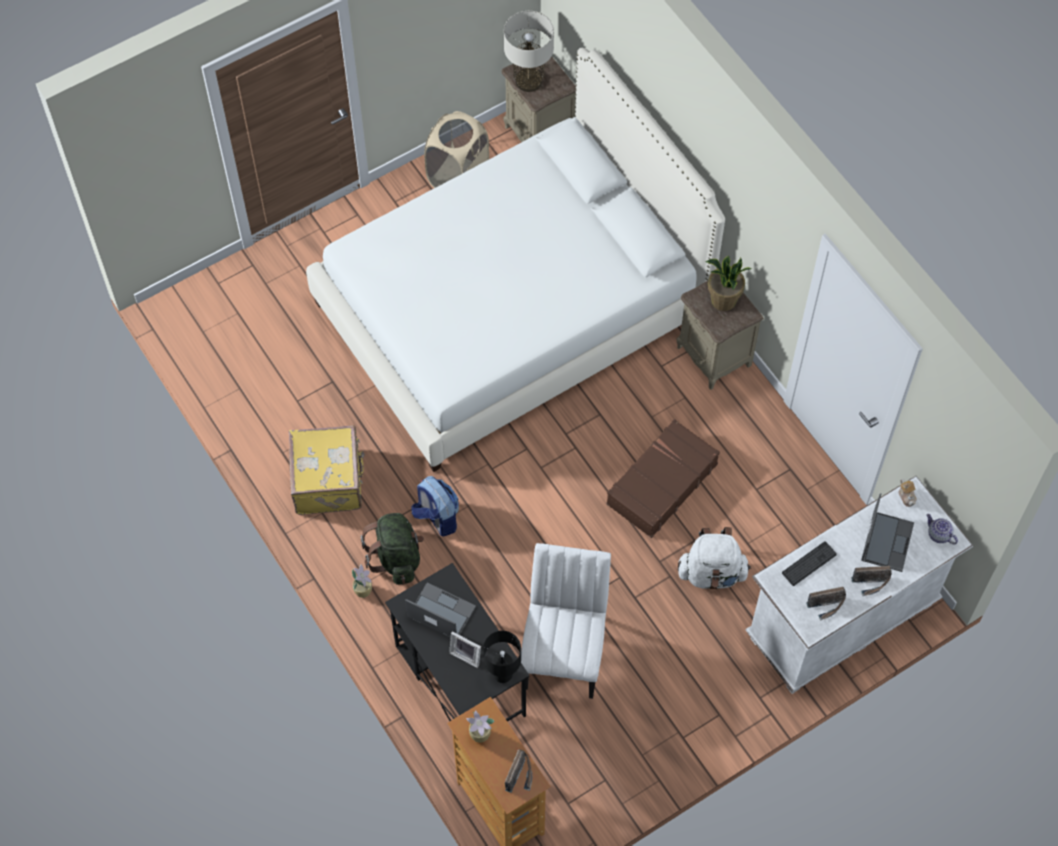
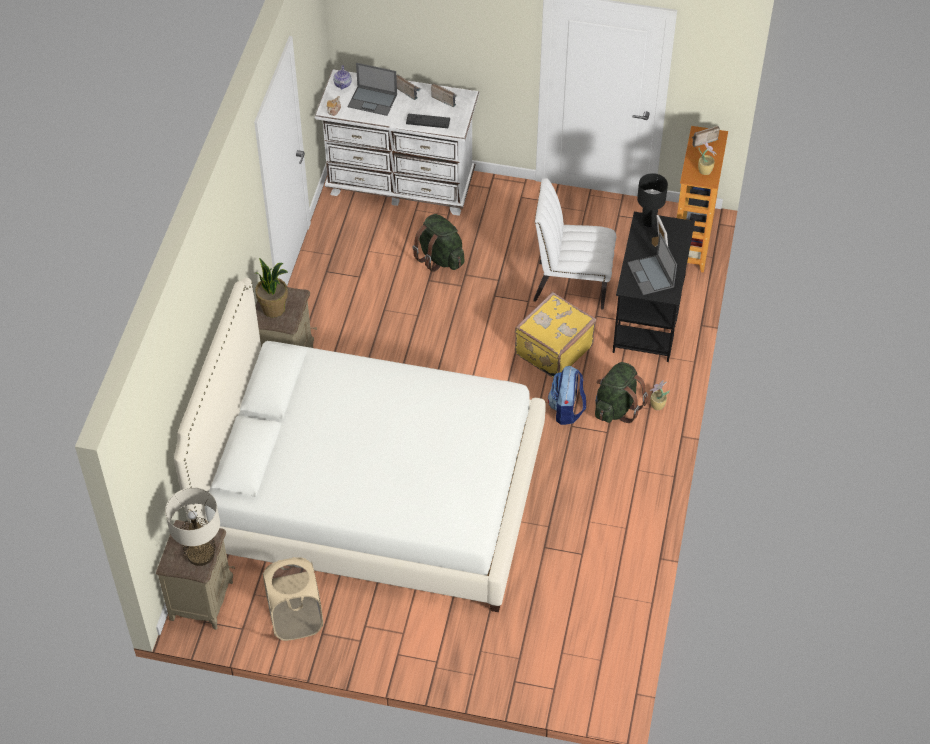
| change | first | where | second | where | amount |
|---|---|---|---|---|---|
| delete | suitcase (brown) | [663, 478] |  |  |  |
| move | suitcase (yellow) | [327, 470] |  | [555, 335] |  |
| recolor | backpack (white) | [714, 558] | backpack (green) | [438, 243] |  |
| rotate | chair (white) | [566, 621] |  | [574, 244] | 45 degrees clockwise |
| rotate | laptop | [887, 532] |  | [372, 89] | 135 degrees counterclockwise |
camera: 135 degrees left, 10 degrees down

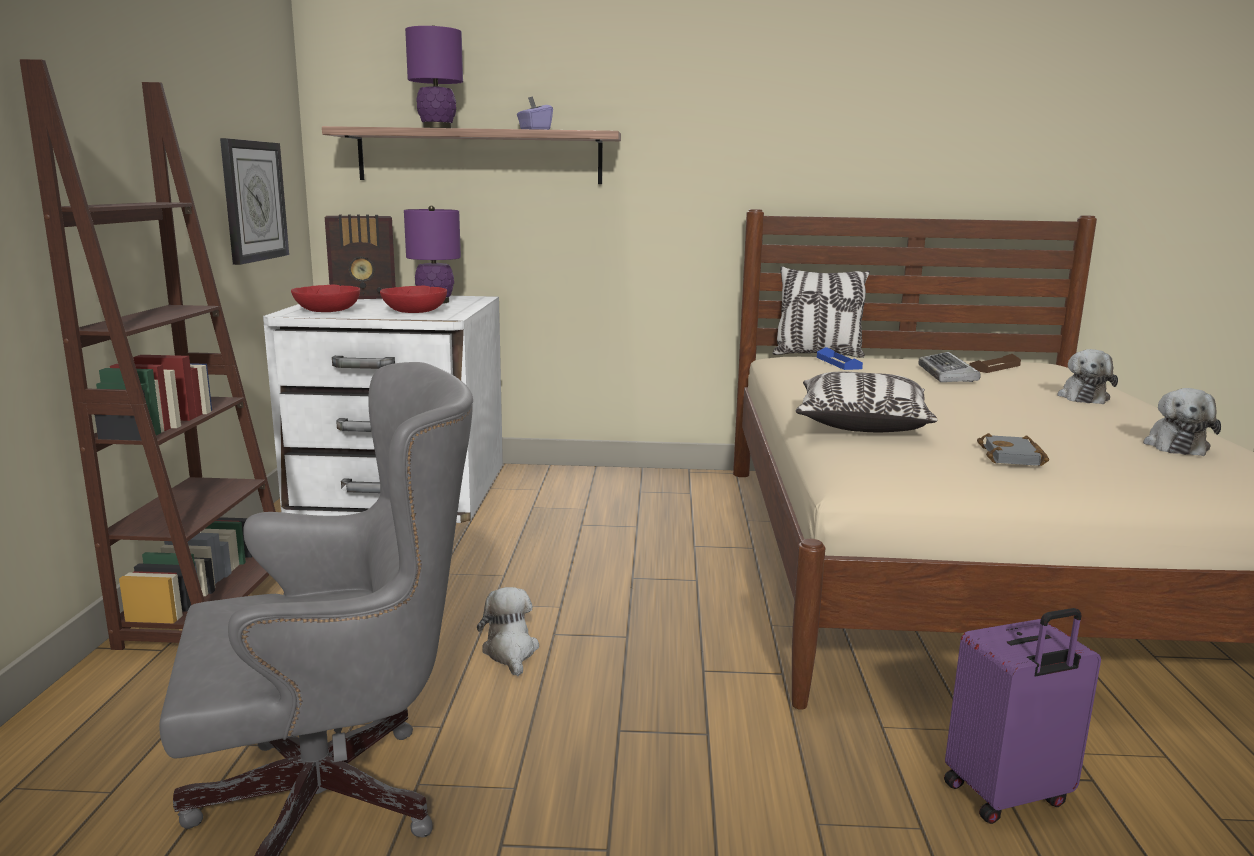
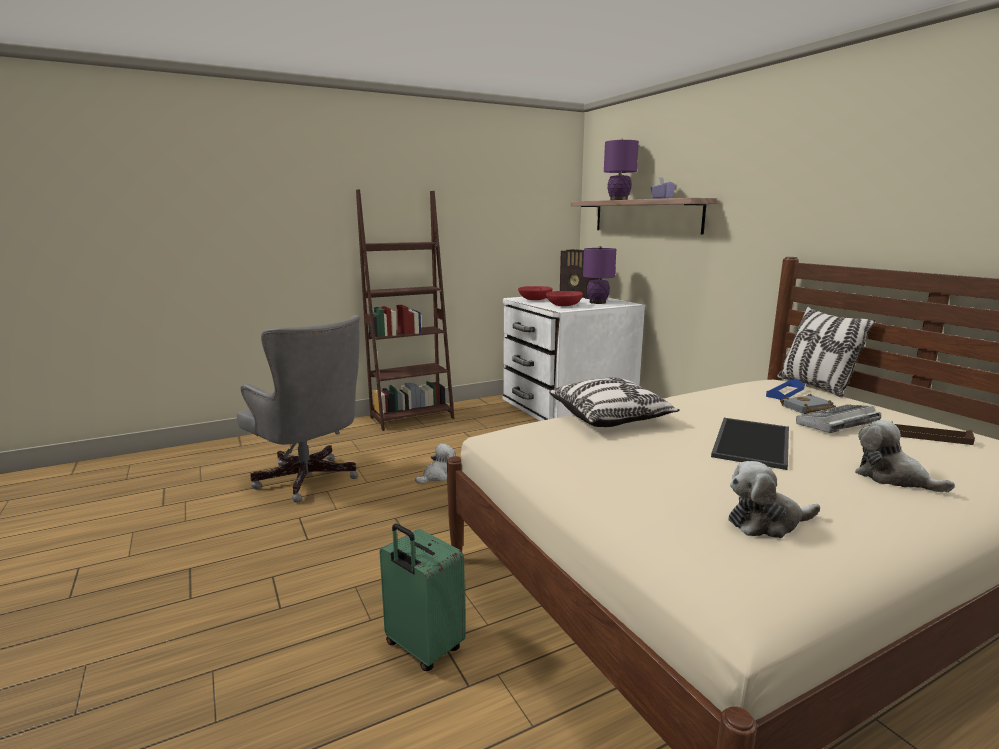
| change | first | where | second | where | amount |
|---|---|---|---|---|---|
| delete | wall clock | [254, 201] |  |  |  |
| insert |  |  | tray | [750, 444] |  |
| move | book (grey) | [1013, 449] |  | [808, 404] |  |
| recolor | suitcase (purple) | [1022, 716] | suitcase (green) | [422, 597] |  |
| rotate | plush toy | [1087, 376] |  | [905, 456] | 60 degrees clockwise |
camera: 60 degrees right, 0 degrees up

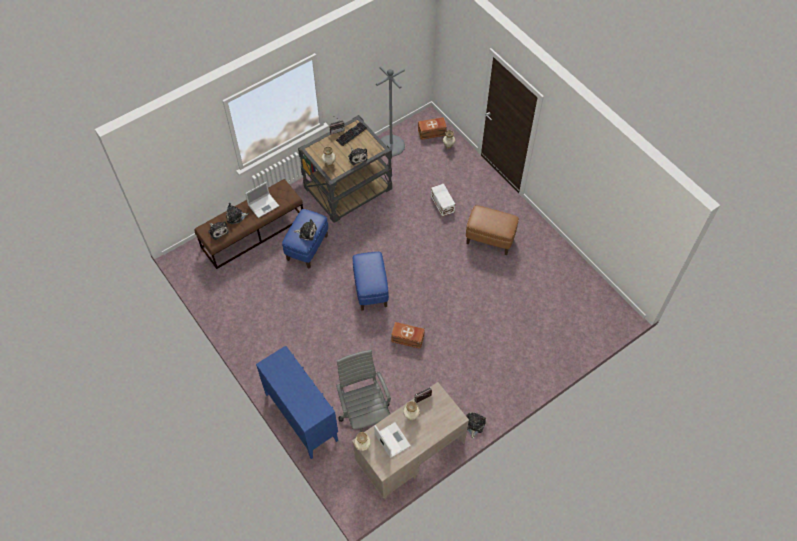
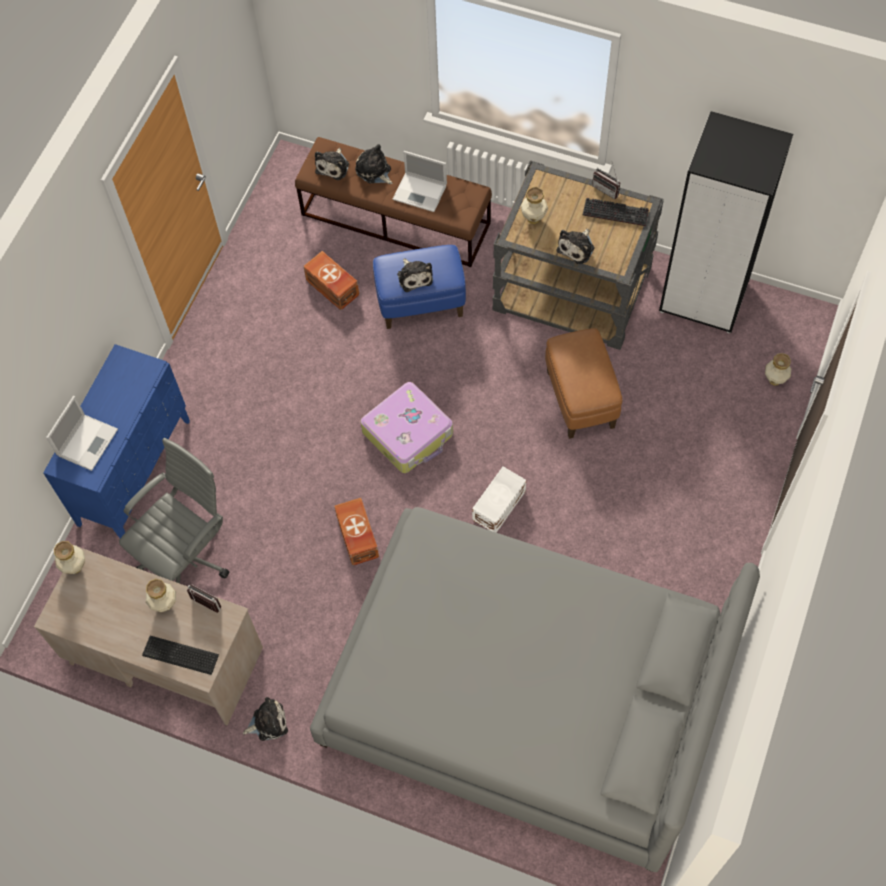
| change | first | where | second | where | amount |
|---|---|---|---|---|---|
| insert |  |  | keyboard | [180, 655] |  |
| insert |  |  | bed (grey) | [535, 689] |  |
| move | laptop | [392, 440] |  | [82, 433] |  |
| move | storage box (brown) | [432, 128] |  | [331, 280] |  |
| move | storage box (white) | [443, 200] |  | [499, 500] |  |
| move | ottoman (brown) | [492, 230] |  | [583, 383] |  |
| replace | ottoman (blue) | [371, 281] | suitcase | [406, 427] |  |
| replace | clothes rack (grey) | [390, 111] | wardrobe | [726, 222] |  |
camera: 60 degrees right, 5 degrees up

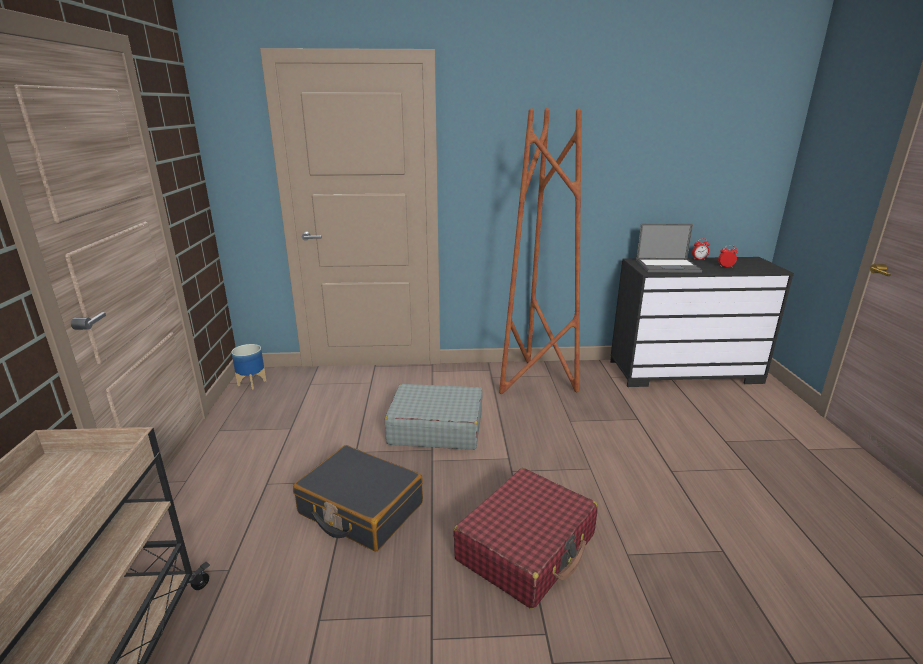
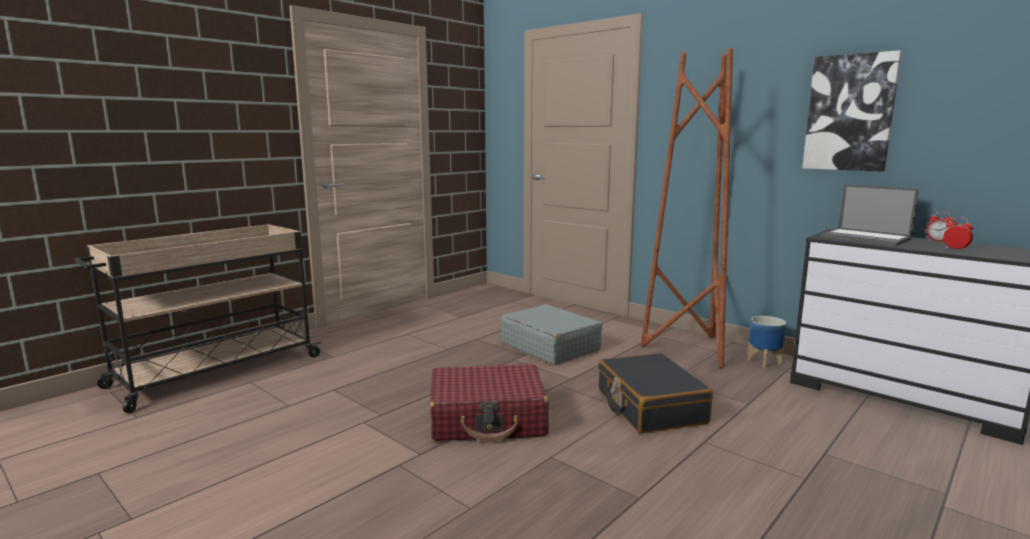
| change | first | where | second | where | amount |
|---|---|---|---|---|---|
| insert |  |  | picture | [852, 111] |  |
| move | planter | [248, 367] |  | [766, 342] |  |
| move | suitcase (black) | [358, 498] |  | [655, 393] |  |
camera: 45 degrees right, 10 degrees down

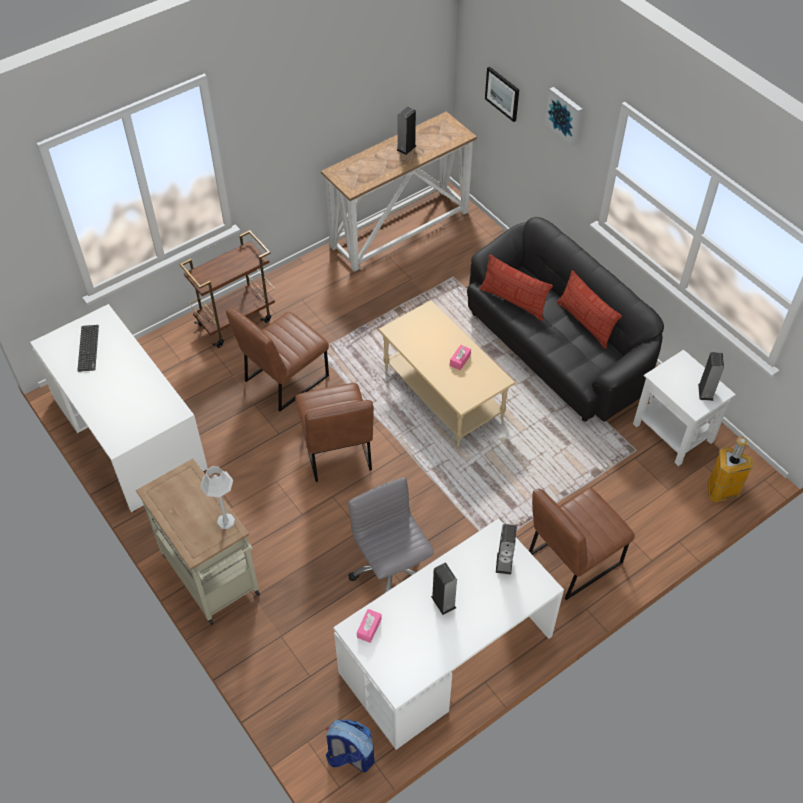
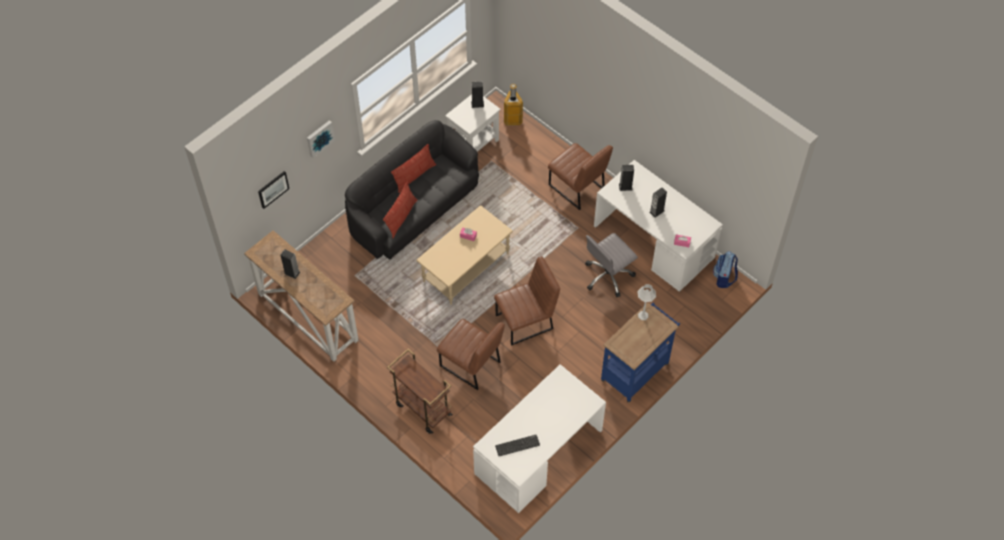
| change | first | where | second | where | amount |
|---|---|---|---|---|---|
| recolor | cart (beige) | [198, 541] | cart (blue) | [640, 353] |  |
camera: 100 degrees left, 5 degrees up

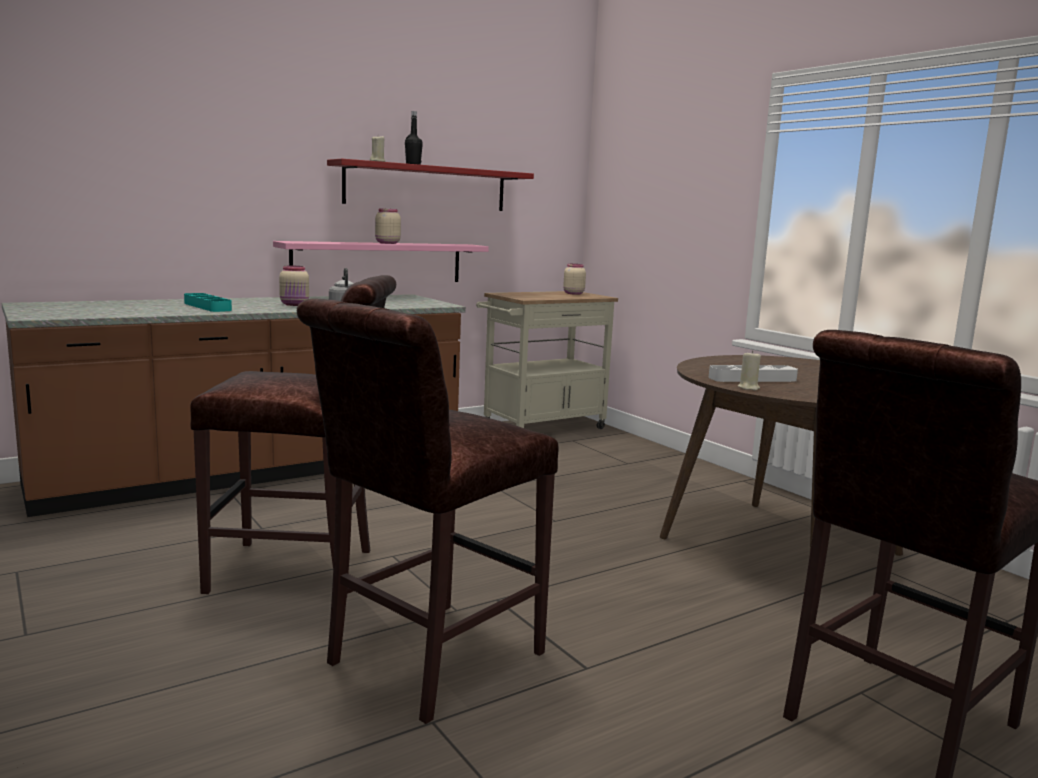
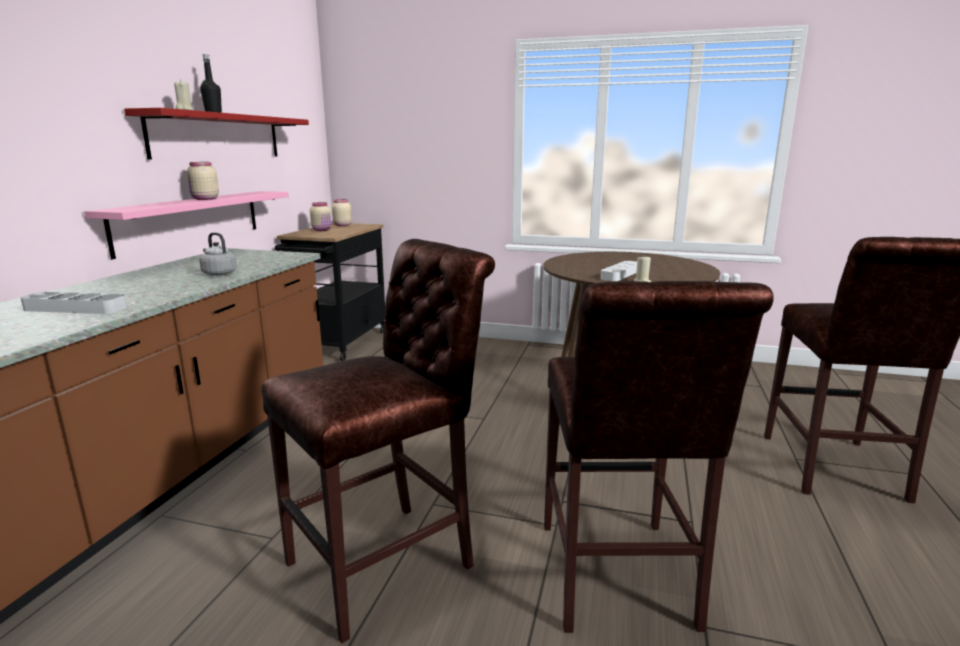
| change | first | where | second | where | amount |
|---|---|---|---|---|---|
| move | jar (beige) | [294, 286] |  | [320, 216] |  |
| recolor | tray (turquoise) | [208, 302] | tray (grey) | [73, 303] |  |
| recolor | cart (beige) | [547, 360] | cart (black) | [330, 292] |  |
camera: 40 degrees left, 5 degrees up

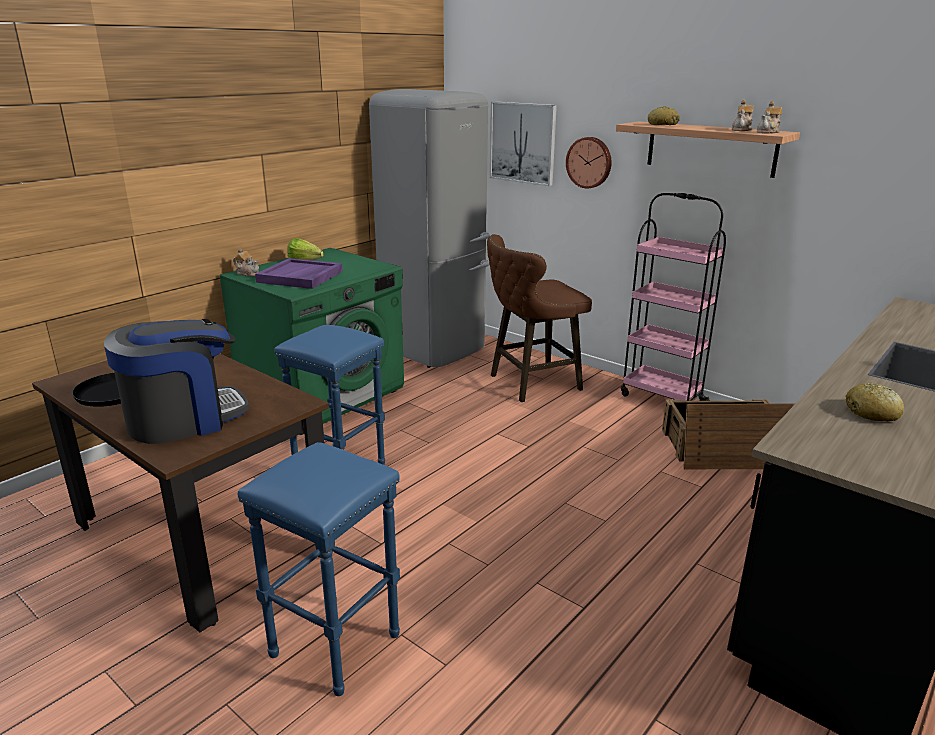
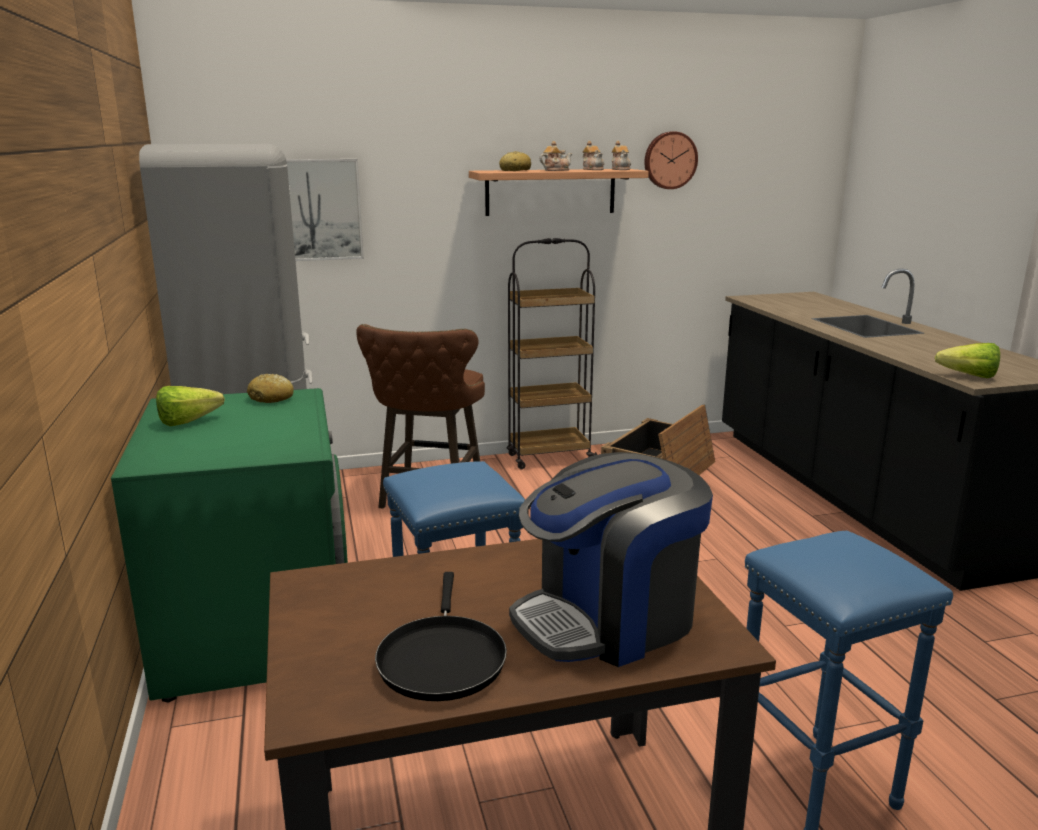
| change | first | where | second | where | amount |
|---|---|---|---|---|---|
| delete | tray (purple) | [299, 273] |  |  |  |
| insert |  |  | lettuce | [967, 360] |  |
| move | teapot | [246, 262] |  | [556, 156] |  |
| move | wall clock | [588, 163] |  | [671, 160] |  |
| move | bread | [875, 402] |  | [270, 388] |  |
| recolor | cart (pink) | [673, 297] | cart (brown) | [552, 353] |  |
| rotate | coffee machine | [176, 381] |  | [611, 559] | 120 degrees counterclockwise |
camera: 55 degrees left, 5 degrees down

